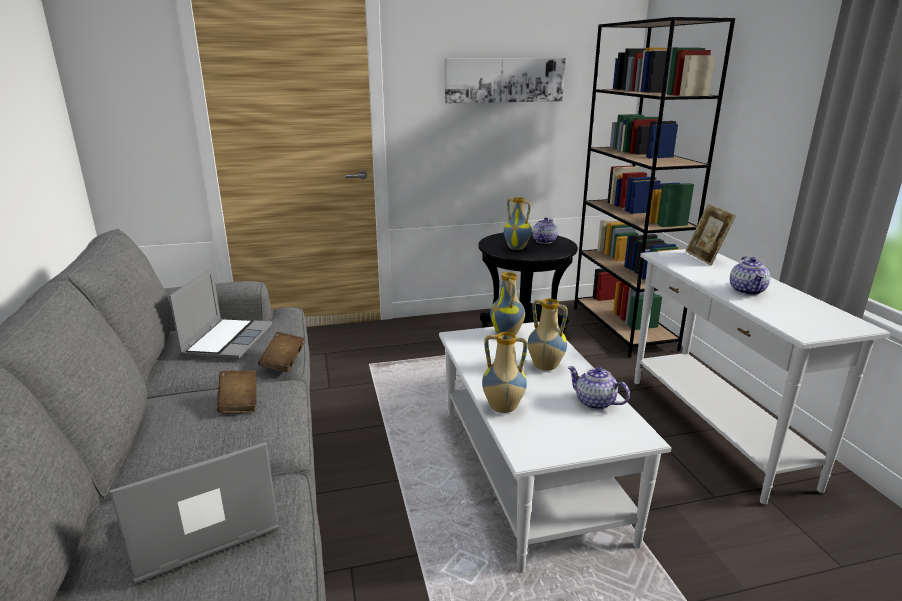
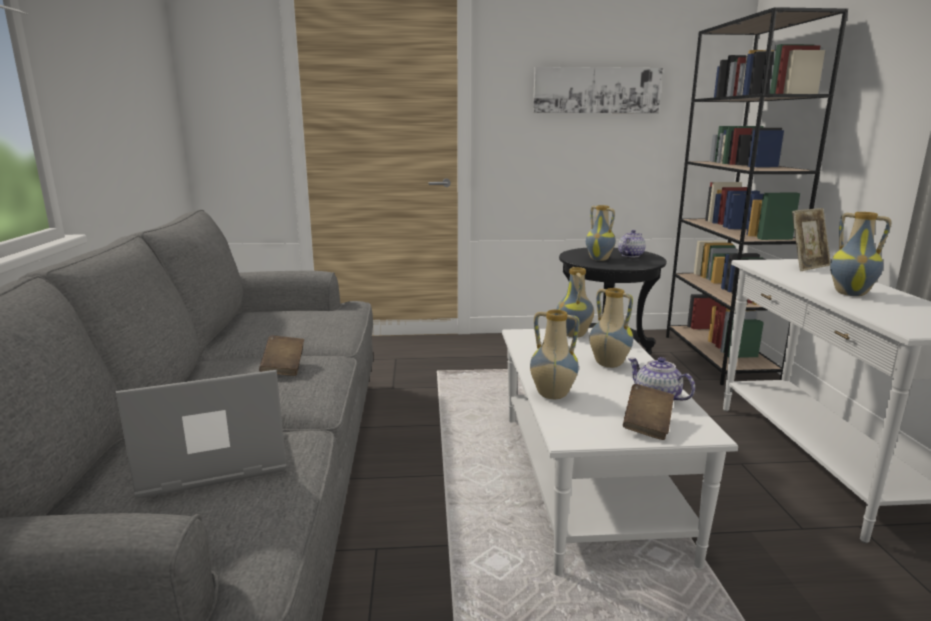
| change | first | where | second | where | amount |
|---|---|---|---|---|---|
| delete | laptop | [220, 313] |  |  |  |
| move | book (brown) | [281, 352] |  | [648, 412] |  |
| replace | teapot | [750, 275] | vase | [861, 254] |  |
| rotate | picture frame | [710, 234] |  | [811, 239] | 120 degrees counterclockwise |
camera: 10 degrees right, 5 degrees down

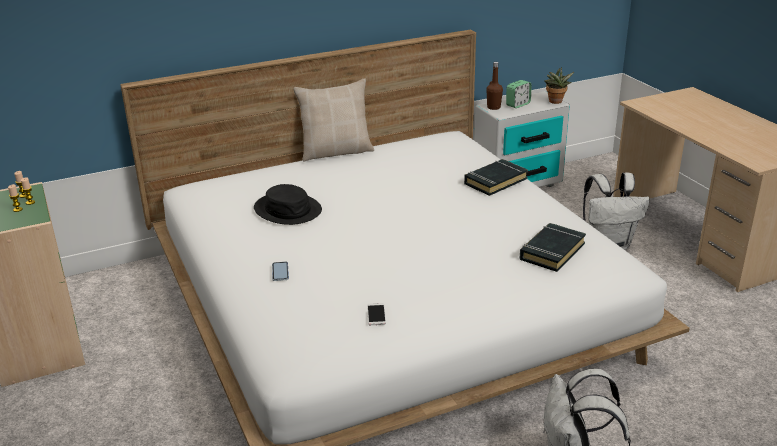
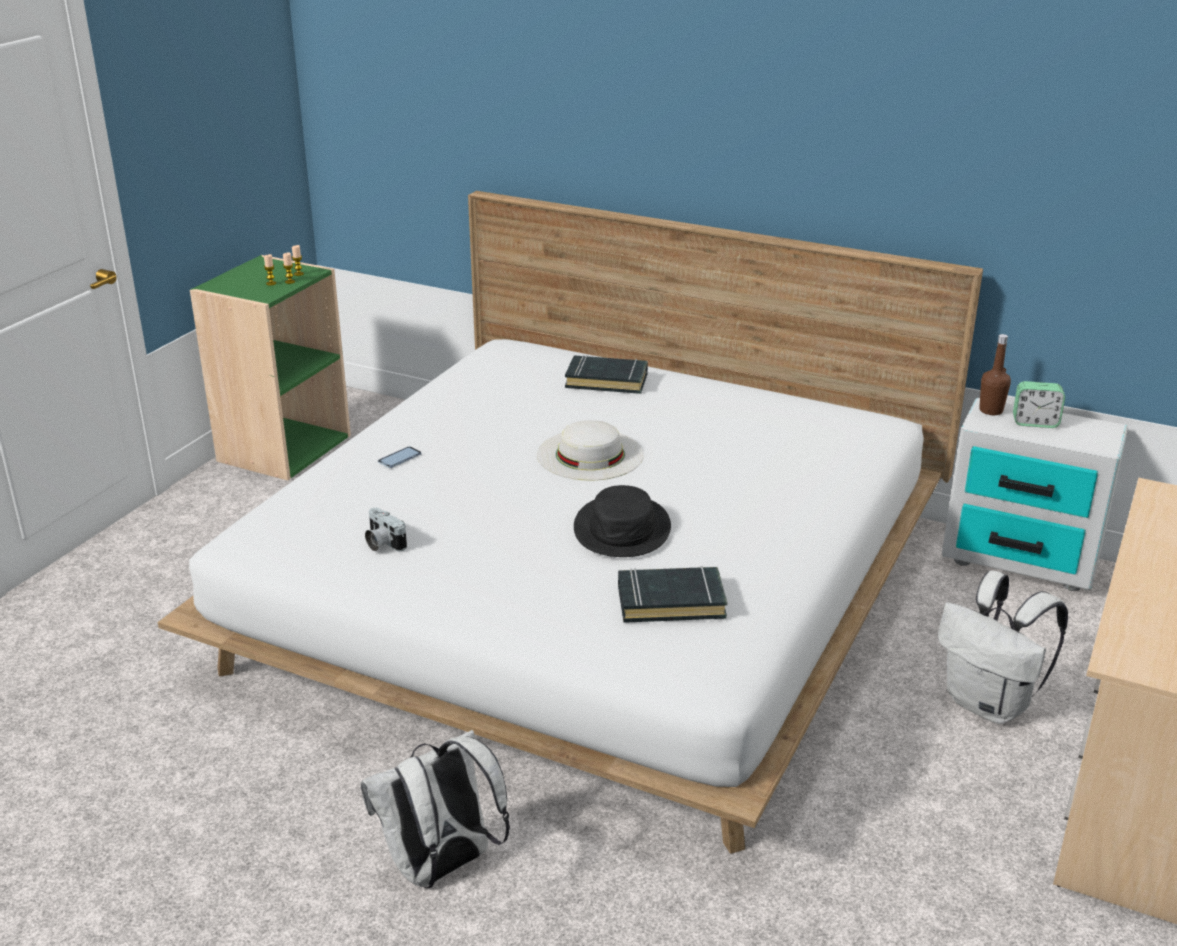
| change | first | where | second | where | amount |
|---|---|---|---|---|---|
| delete | pillow (beige) | [333, 120] |  |  |  |
| delete | potted plant | [559, 85] |  |  |  |
| insert |  |  | hat (white) | [590, 450] |  |
| move | hat (black) | [288, 204] |  | [622, 521] |  |
| move | book (black) | [496, 177] |  | [606, 374] |  |
| replace | phone | [376, 314] | photo camera | [386, 530] |  |
camera: 50 degrees right, 0 degrees up

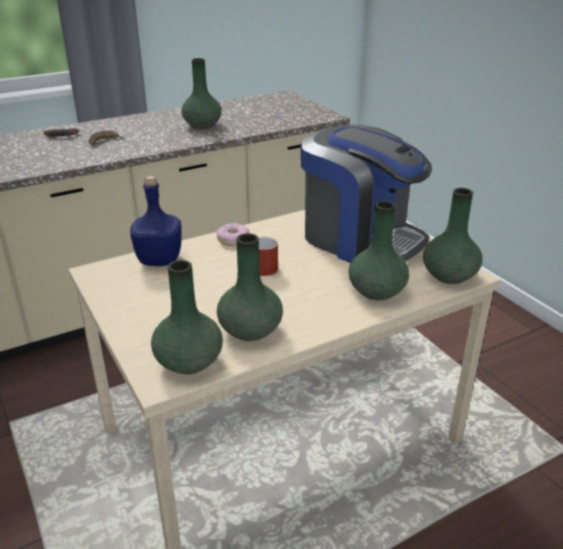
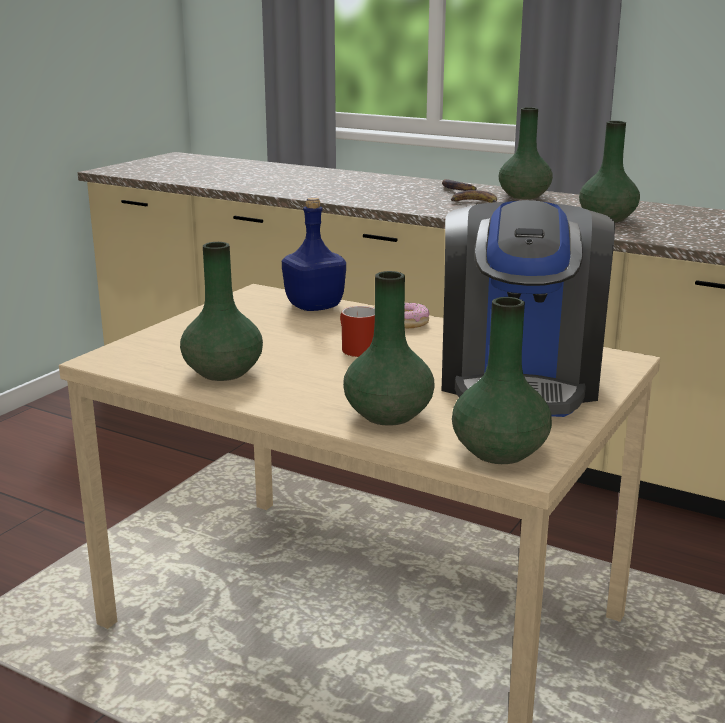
| change | first | where | second | where | amount |
|---|---|---|---|---|---|
| move | vase (green) | [187, 317] |  | [525, 153] |  |
camera: 60 degrees right, 10 degrees down

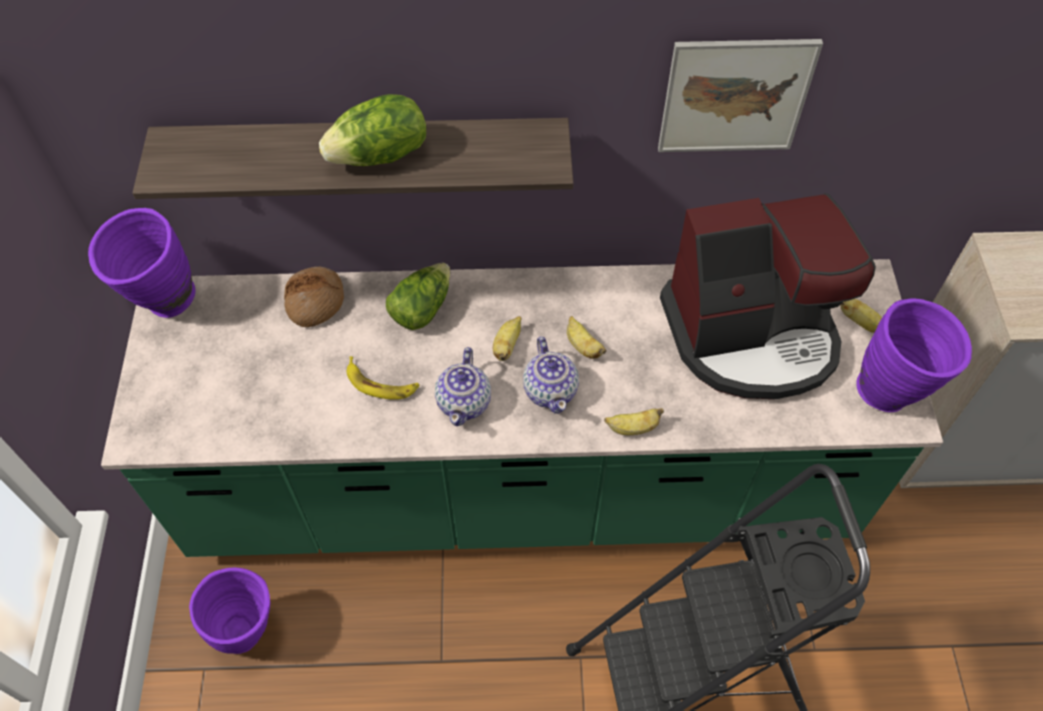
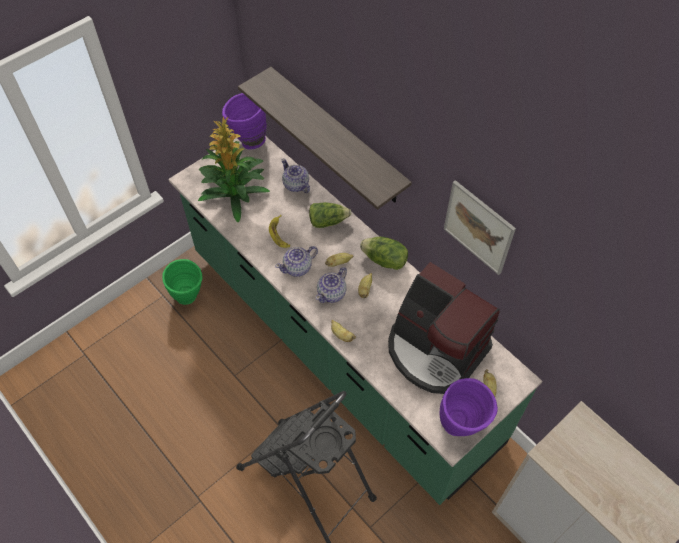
| change | first | where | second | where | amount |
|---|---|---|---|---|---|
| insert |  |  | potted plant | [234, 169] |  |
| move | lettuce | [372, 130] |  | [384, 253] |  |
| replace | bread | [314, 296] | teapot | [295, 176] |  |
| recolor | vase (purple) | [229, 610] | vase (green) | [182, 282] |  |
camera: 50 degrees right, 0 degrees up

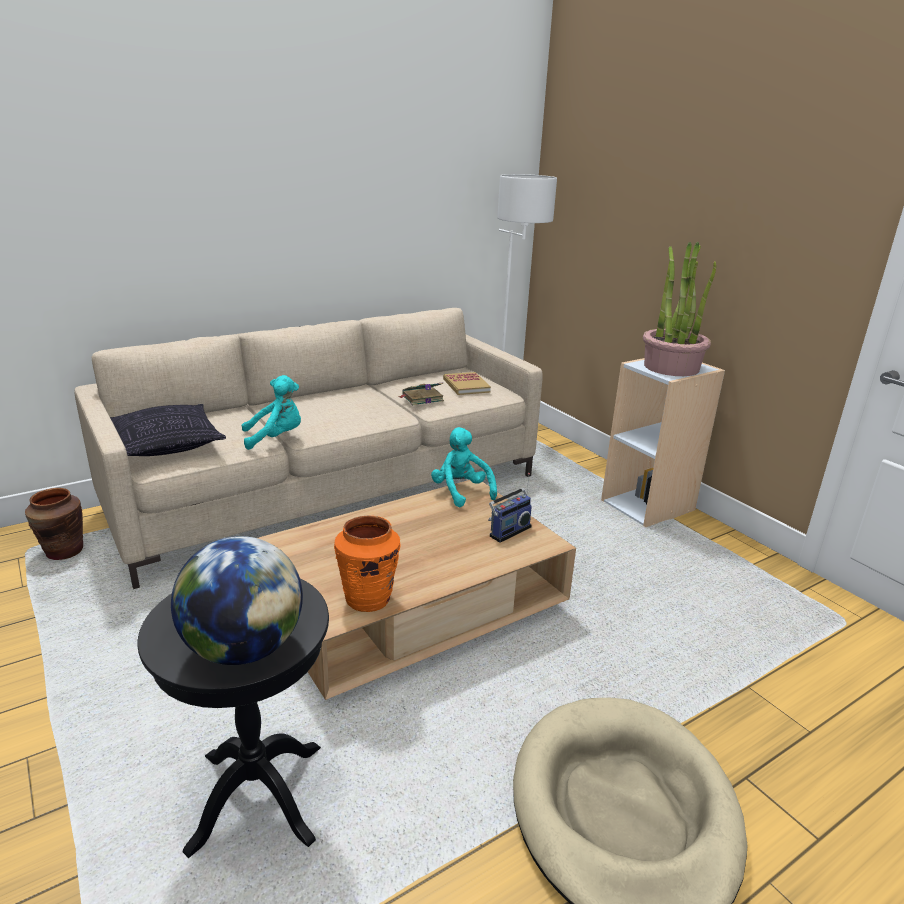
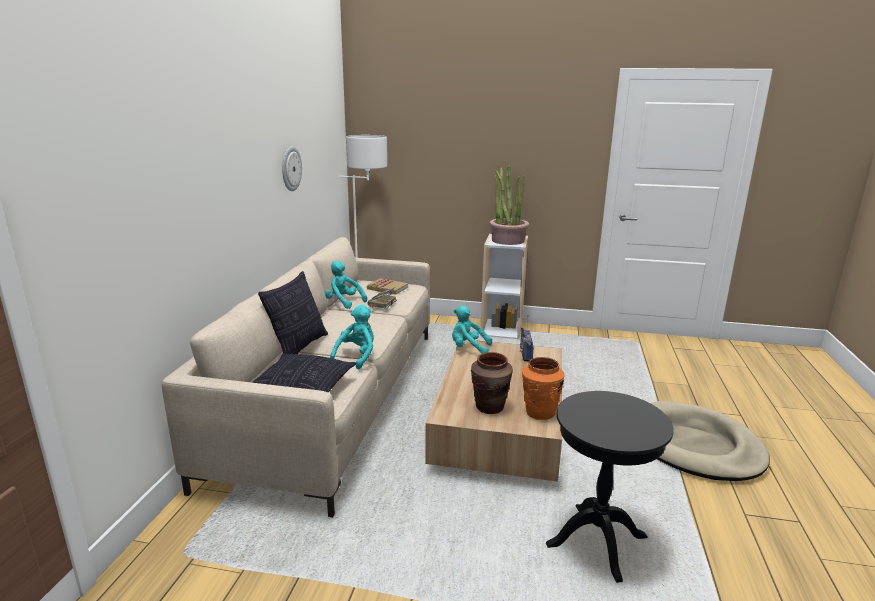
| change | first | where | second | where | amount |
|---|---|---|---|---|---|
| delete | globe | [237, 600] |  |  |  |
| insert |  |  | pillow | [293, 312] |  |
| insert |  |  | wall clock | [292, 168] |  |
| insert |  |  | plush toy (turquoise) | [346, 285] |  |
| move | vase (brown) | [54, 524] |  | [492, 383] |  |
camera: 45 degrees left, 5 degrees down

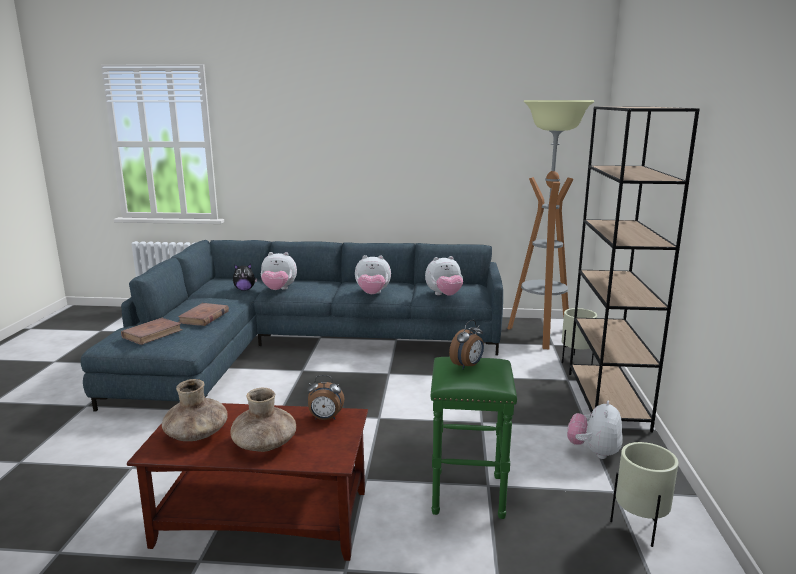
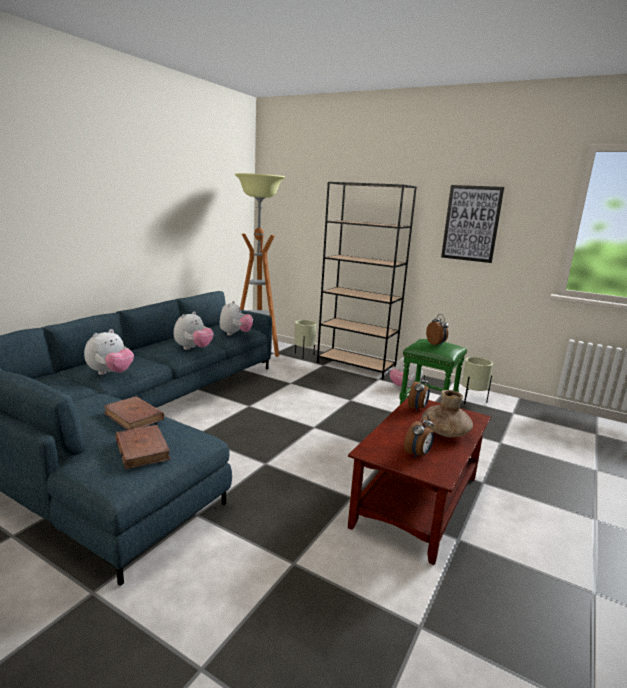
| change | first | where | second | where | amount |
|---|---|---|---|---|---|
| delete | plush toy | [245, 277] |  |  |  |
| insert |  |  | picture | [472, 224] |  |
| replace | vase (brown) | [195, 410] | alarm clock | [419, 436] |  |
camera: 65 degrees left, 0 degrees up

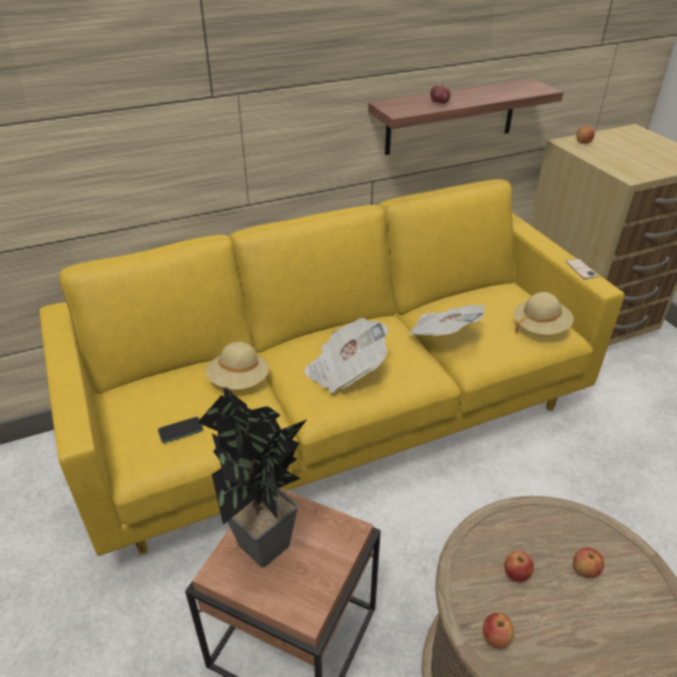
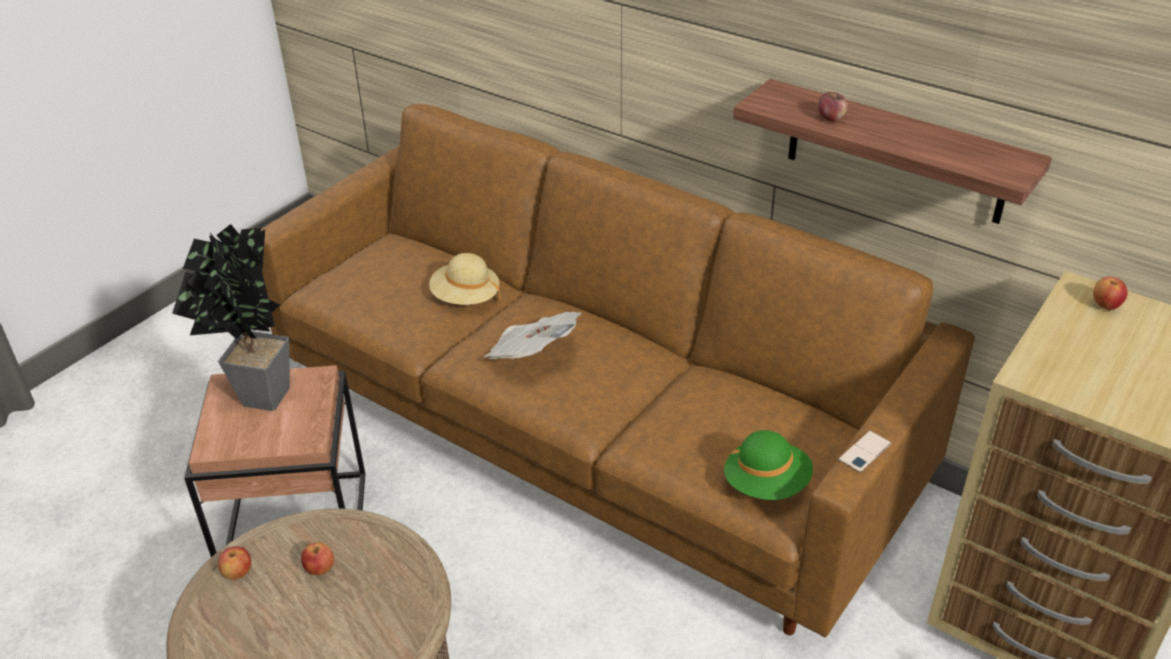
| change | first | where | second | where | amount |
|---|---|---|---|---|---|
| delete | phone | [180, 430] |  |  |  |
| delete | newspaper | [447, 320] |  |  |  |
| delete | apple | [588, 562] |  |  |  |
| recolor | sofa (yellow) | [332, 367] | sofa (brown) | [618, 370] |  |
| recolor | hat (beige) | [544, 313] | hat (green) | [768, 465] |  |
camera: 60 degrees right, 0 degrees up

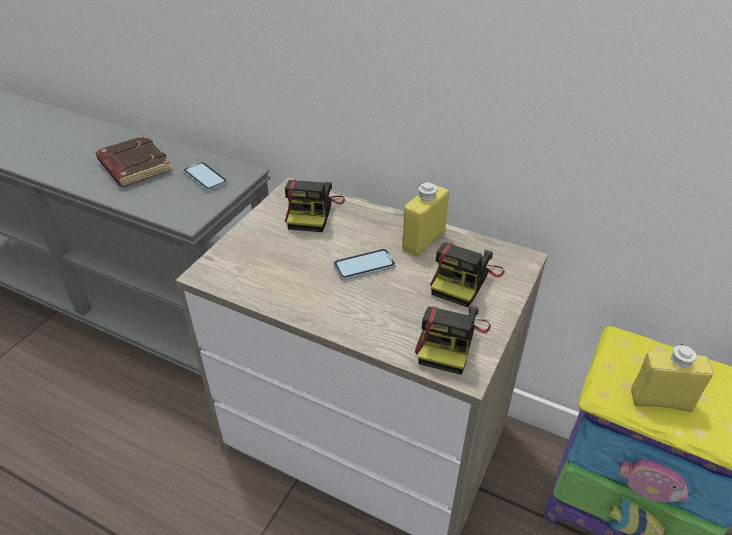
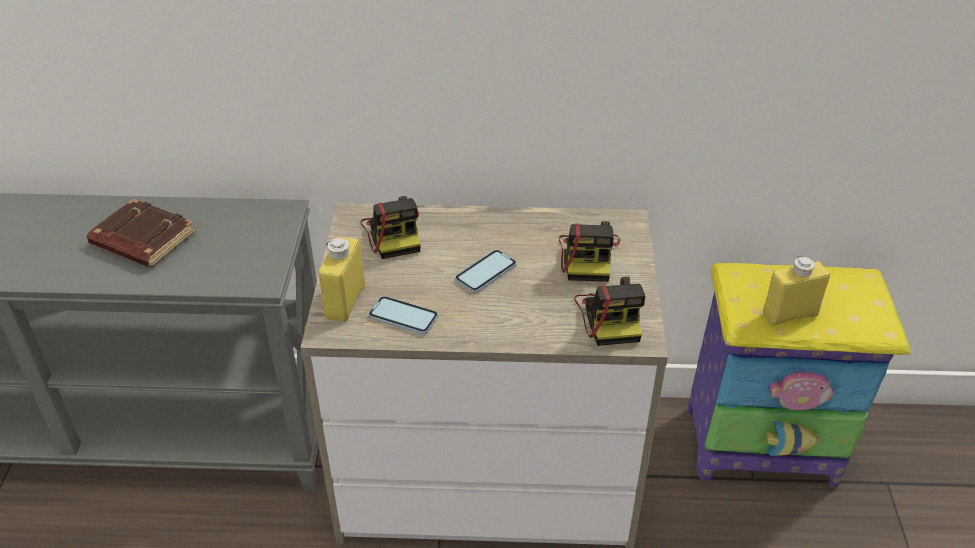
| change | first | where | second | where | amount |
|---|---|---|---|---|---|
| move | phone | [205, 176] |  | [403, 315] |  |
| move | bottle (yellow) | [425, 219] |  | [341, 279] |  |
camera: 25 degrees left, 0 degrees up

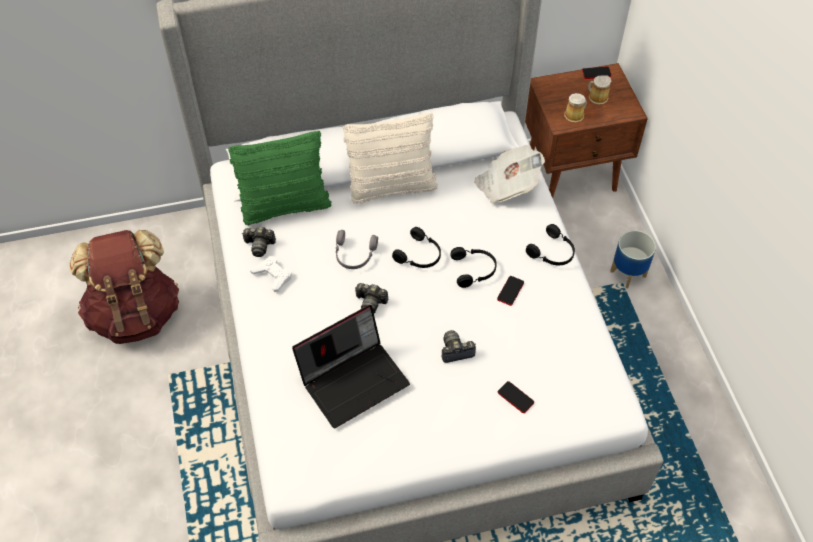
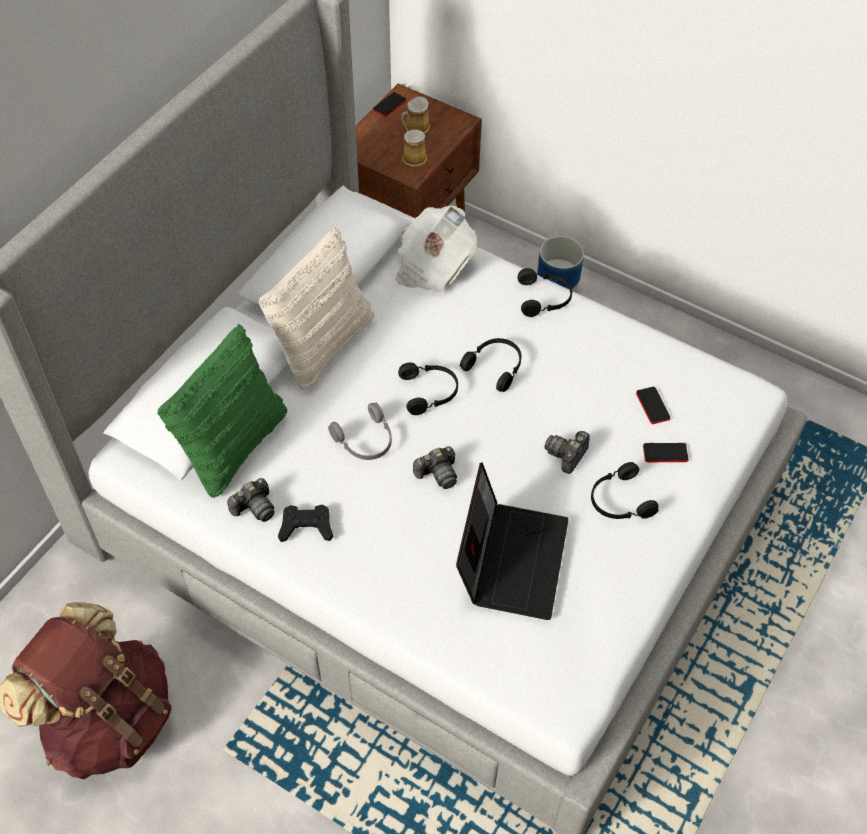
| change | first | where | second | where | amount |
|---|---|---|---|---|---|
| insert |  |  | headphones (black) | [625, 490] |  |
| move | phone | [510, 291] |  | [653, 405] |  |
| recolor | game controller (white) | [271, 274] | game controller (black) | [305, 523] |  |
camera: 45 degrees left, 0 degrees up

